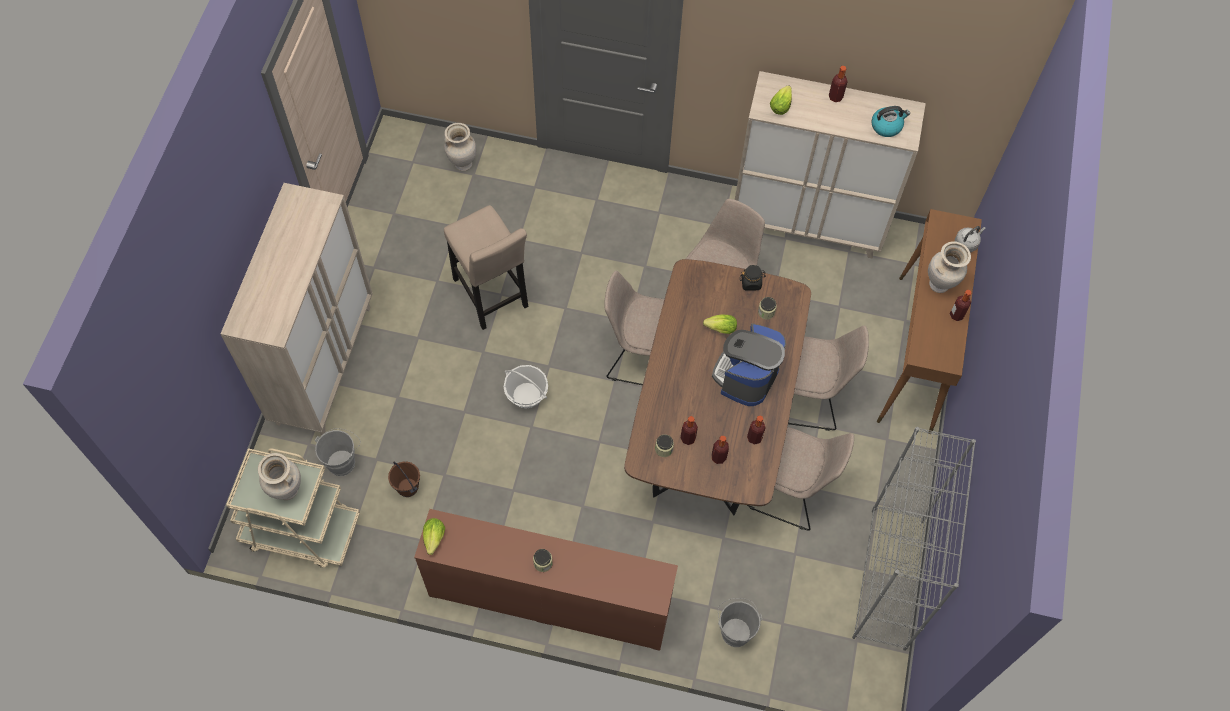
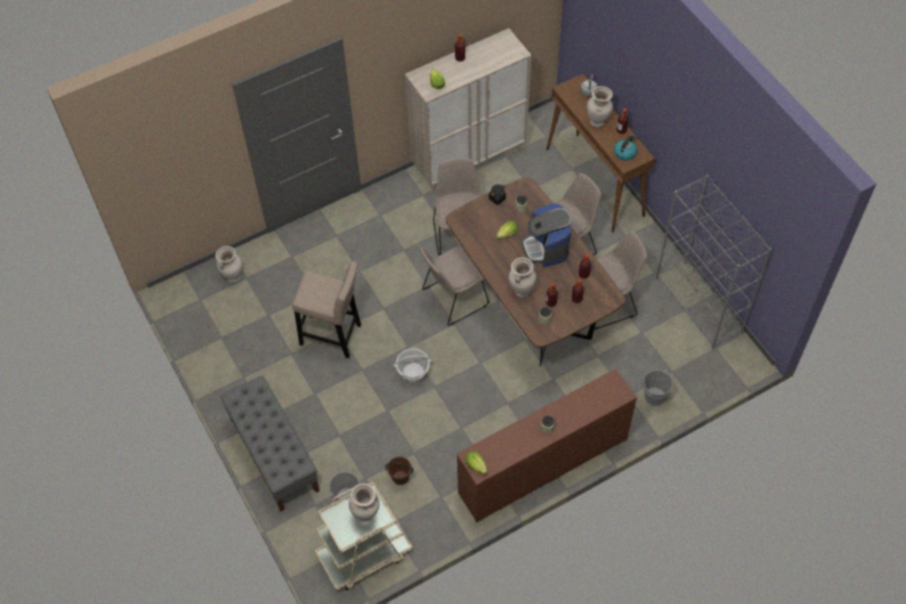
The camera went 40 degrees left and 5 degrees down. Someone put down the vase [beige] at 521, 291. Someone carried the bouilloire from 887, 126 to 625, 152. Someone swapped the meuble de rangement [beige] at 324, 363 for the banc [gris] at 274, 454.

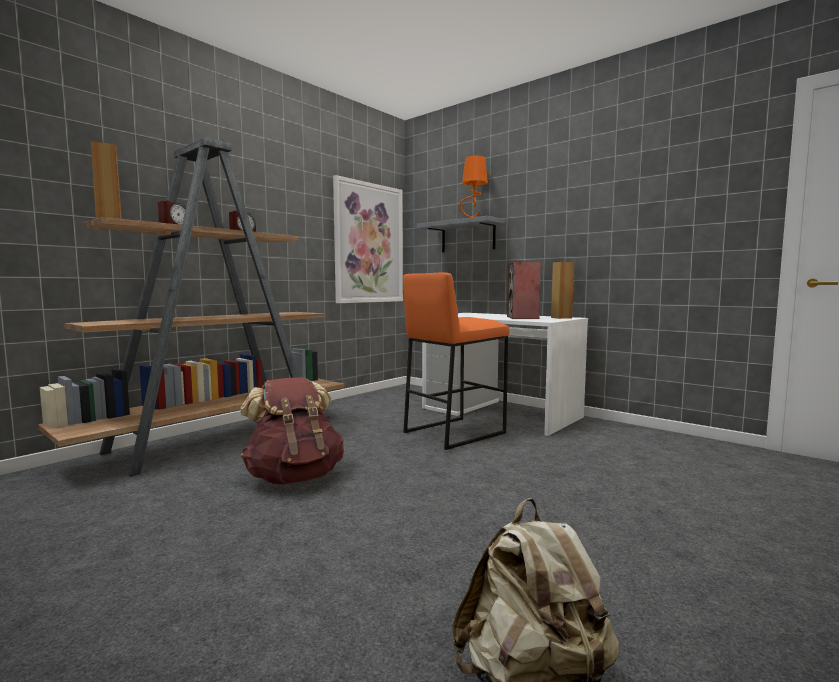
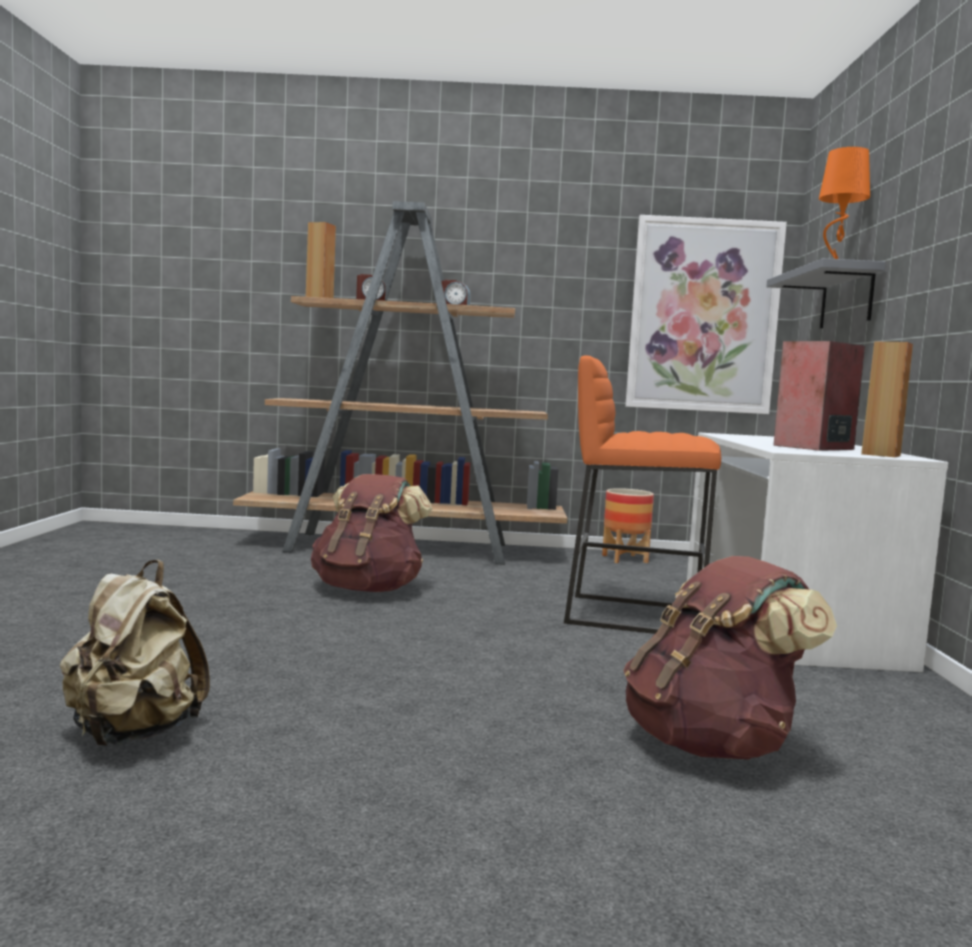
The camera went 50 degrees right and 0 degrees up. Someone put down the cache-pot at 625, 559. Someone put down the sac à dos [marron] at 712, 744.

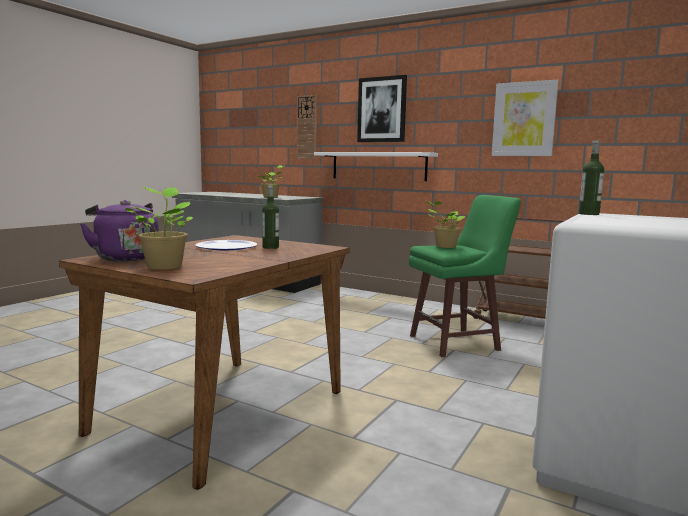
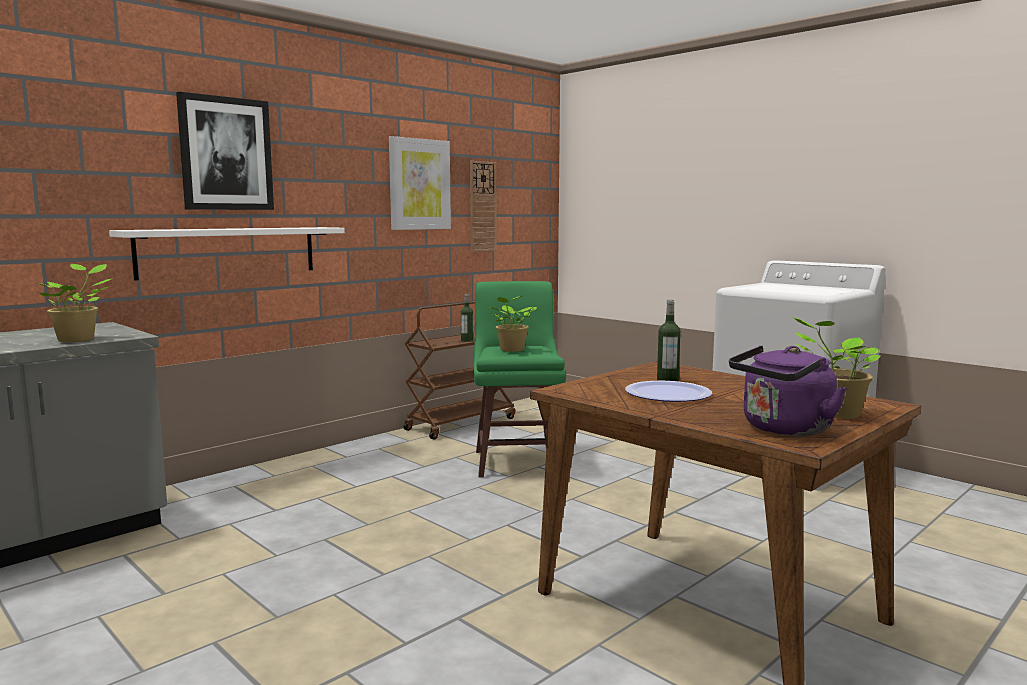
The camera went 75 degrees left and 0 degrees up. Someone carried the horloge murale from 307, 127 to 482, 206. Someone carried the bouteille from 589, 214 to 467, 340.

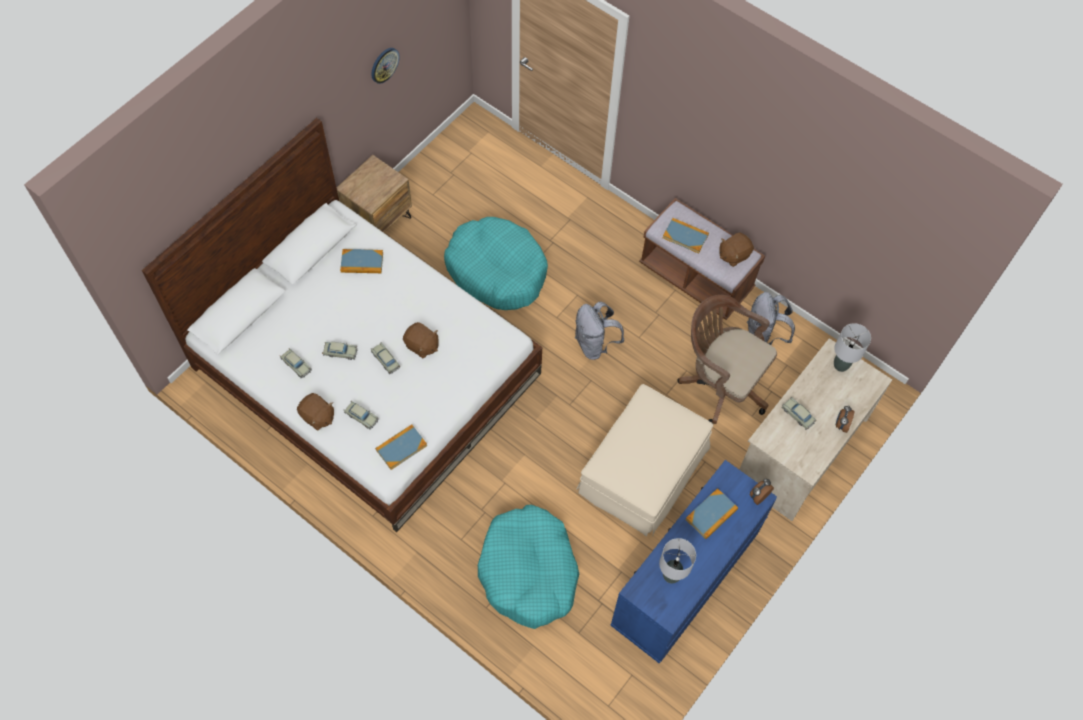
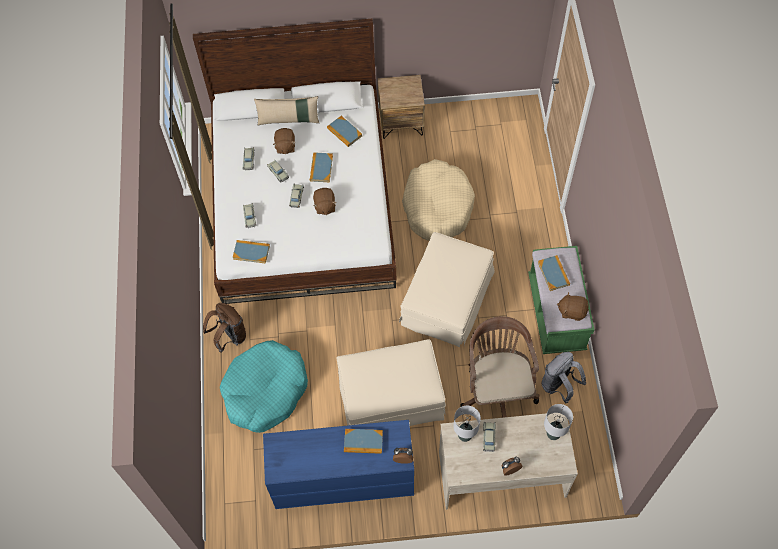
The camera went 50 degrees right and 0 degrees up. Someone took away the horloge murale at 384, 65. Someone put down the sac à dos [marron] at 229, 336. Someone put down the coussin [beige] at 289, 120. Someone put down the livre at 321, 168. Someone carried the peluche [marron] from 317, 417 to 285, 146. Someone carried the lampe de table [gris] from 671, 575 to 465, 435. Someone swapped the sac à dos [gris] at 595, 344 for the pouf [beige] at 446, 298. Someone repainted the panier pour chien [turquoise] at 496, 271, which became the panier pour chien [beige] at 437, 206. Someone repainted the banc [marron] at 696, 277, which became the banc [vert] at 556, 313.

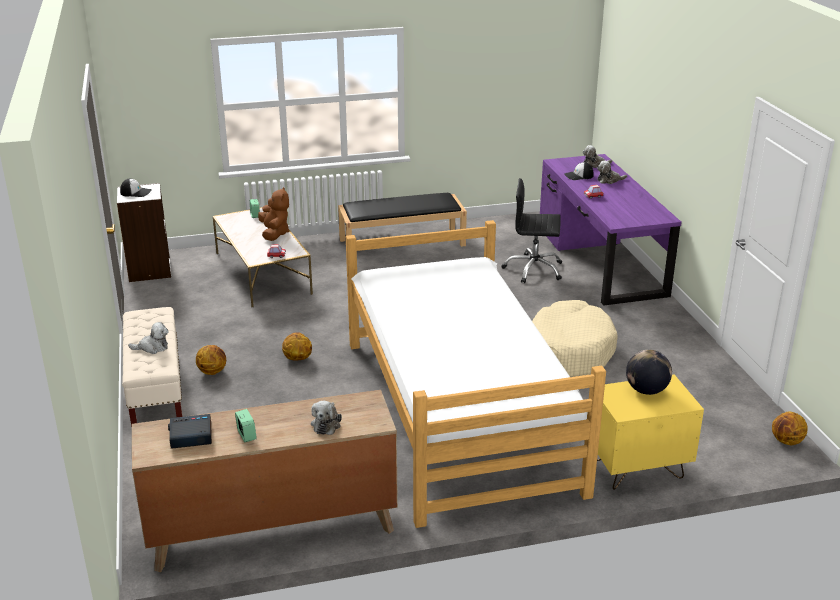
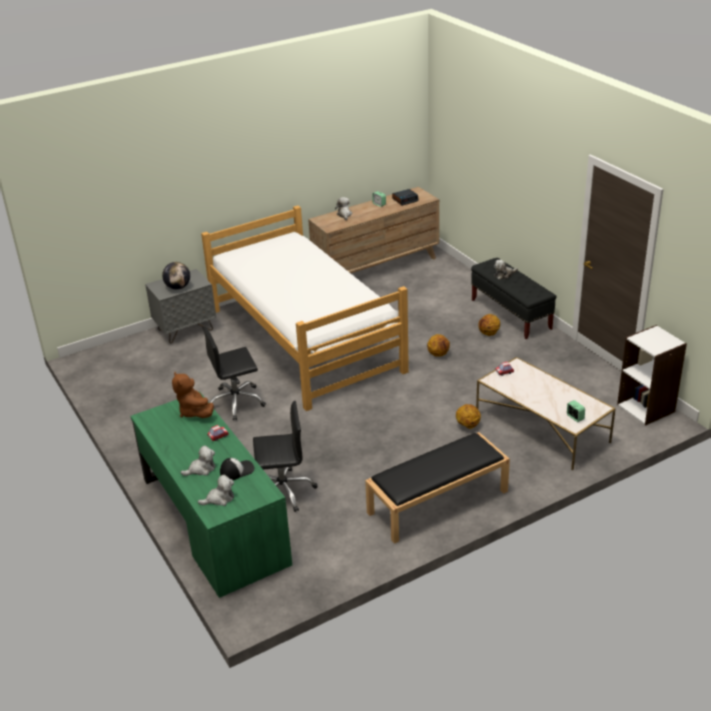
The camera went 165 degrees right and 5 degrees up. Someone took away the casquette at 136, 192. Someone carried the peluche [marron] from 274, 233 to 194, 412. Someone carried the ballon de basket from 786, 441 to 467, 425. Someone swapped the panier pour chien [beige] at 568, 351 for the chaise de bureau [noir] at 236, 402. Someone repainted the banc [beige] at 156, 391, which became the banc [noir] at 511, 314. Someone repainted the bureau [violet] at 600, 261, which became the bureau [vert] at 214, 521. Someone repainted the table de chevet [jaune] at 637, 469, which became the table de chevet [gris] at 186, 330.

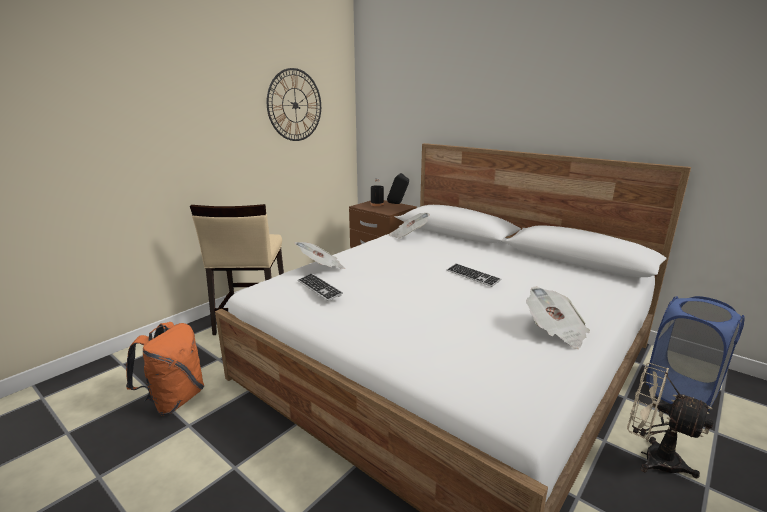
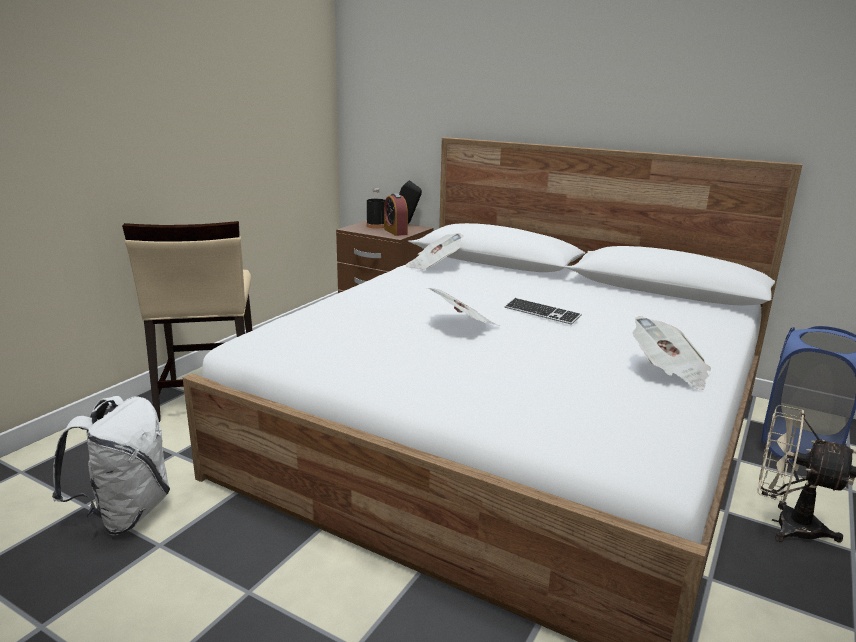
The camera went 10 degrees left and 0 degrees up. Someone took away the horloge murale at 295, 105. Someone took away the clavier at 319, 288. Someone put down the réveil at 395, 232. Someone carried the journal from 321, 267 to 462, 325. Someone repainted the sac à dos [orange] at 174, 400, which became the sac à dos [blanc] at 125, 514.

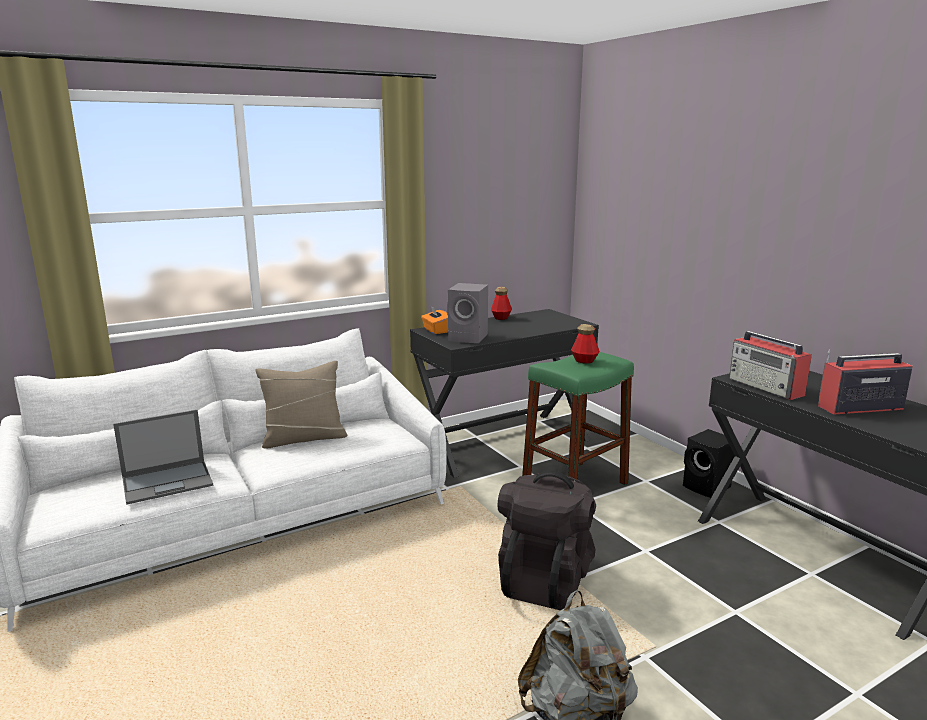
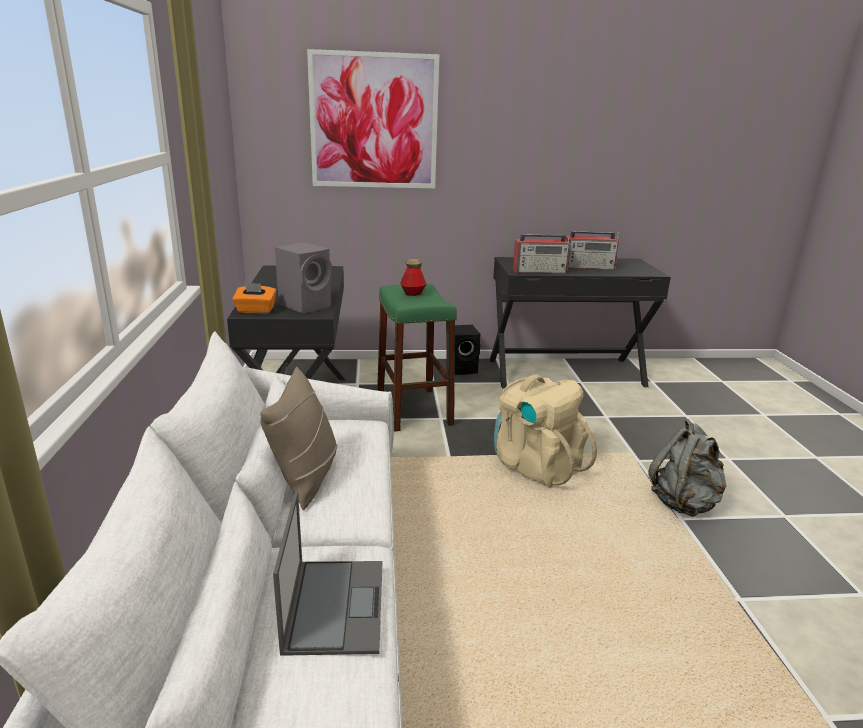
The camera went 65 degrees left and 5 degrees up. Someone took away the bouteille at 501, 318. Someone put up the tableau at 374, 122. Someone repainted the sac à dos [noir] at 544, 580, which became the sac à dos [beige] at 536, 466. Someone rotated the radio at 858, 407 by 105 degrees counterclockwise.

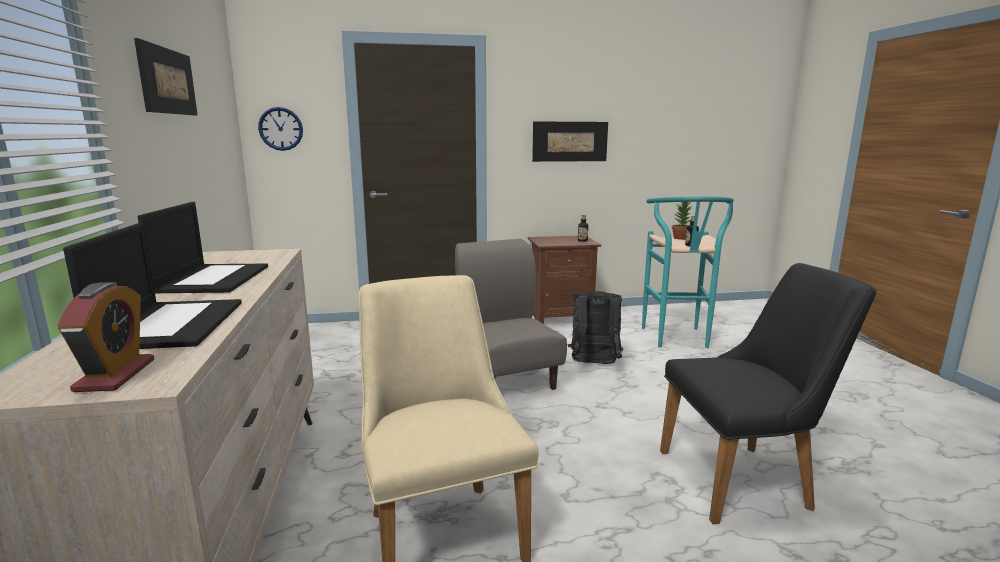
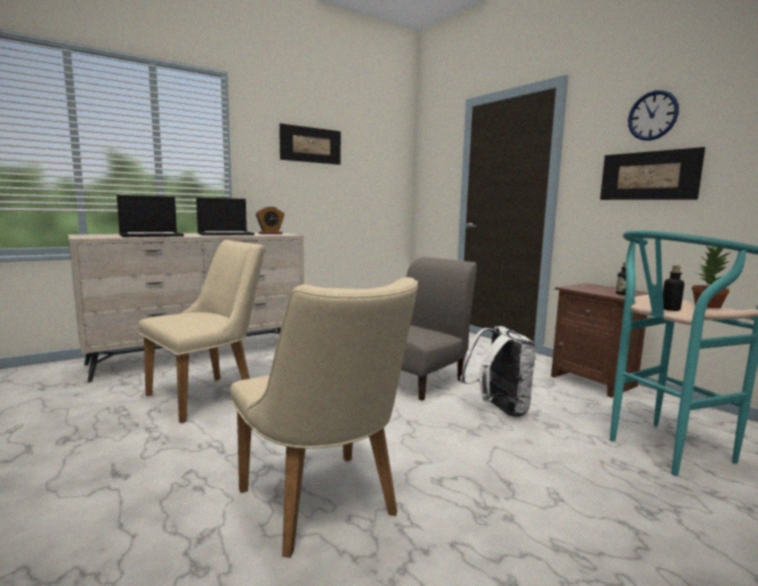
The camera went 65 degrees right and 5 degrees down. Someone carried the réveil from 115, 375 to 270, 233. Someone carried the horloge murale from 281, 129 to 652, 115. Someone repainted the sac à dos [noir] at 594, 364, which became the sac à dos [blanc] at 498, 409. Someone repainted the chaise [noir] at 746, 479, which became the chaise [beige] at 325, 509.

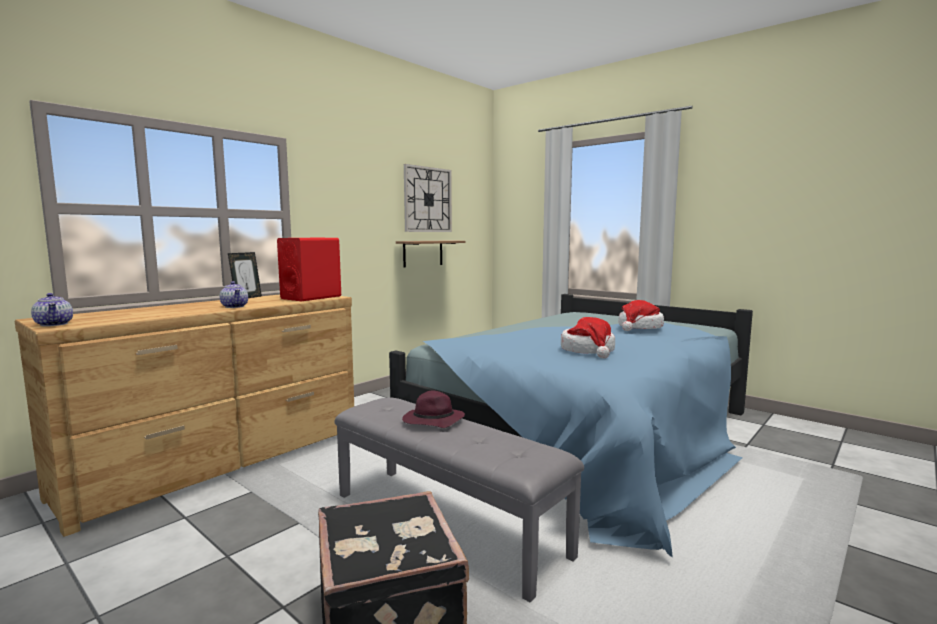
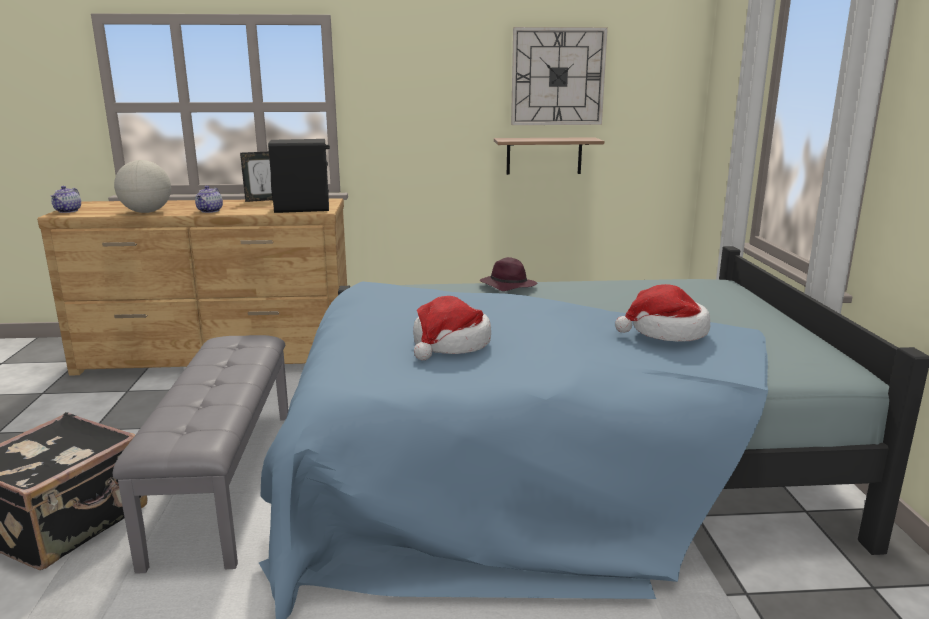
The camera went 45 degrees right and 10 degrees up. Someone put down the globe at 146, 212. Someone carried the chapeau [violet] from 432, 421 to 507, 286. Someone repainted the enceinte [rouge] at 311, 297, which became the enceinte [noir] at 302, 208.

